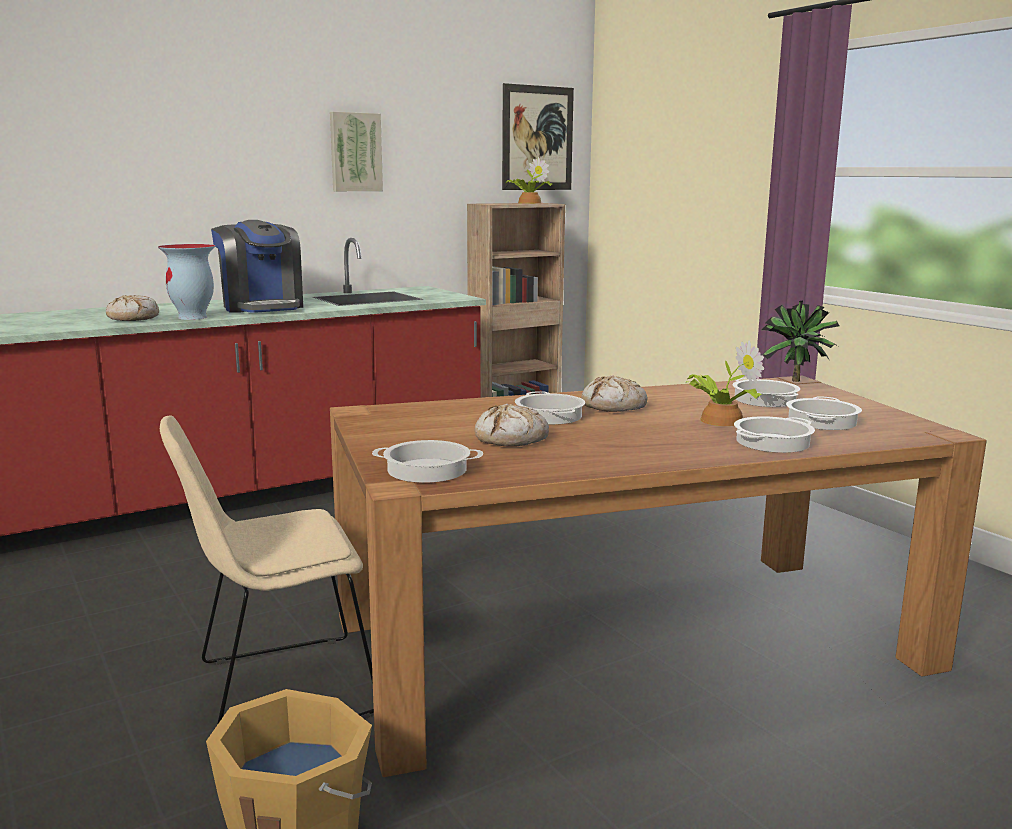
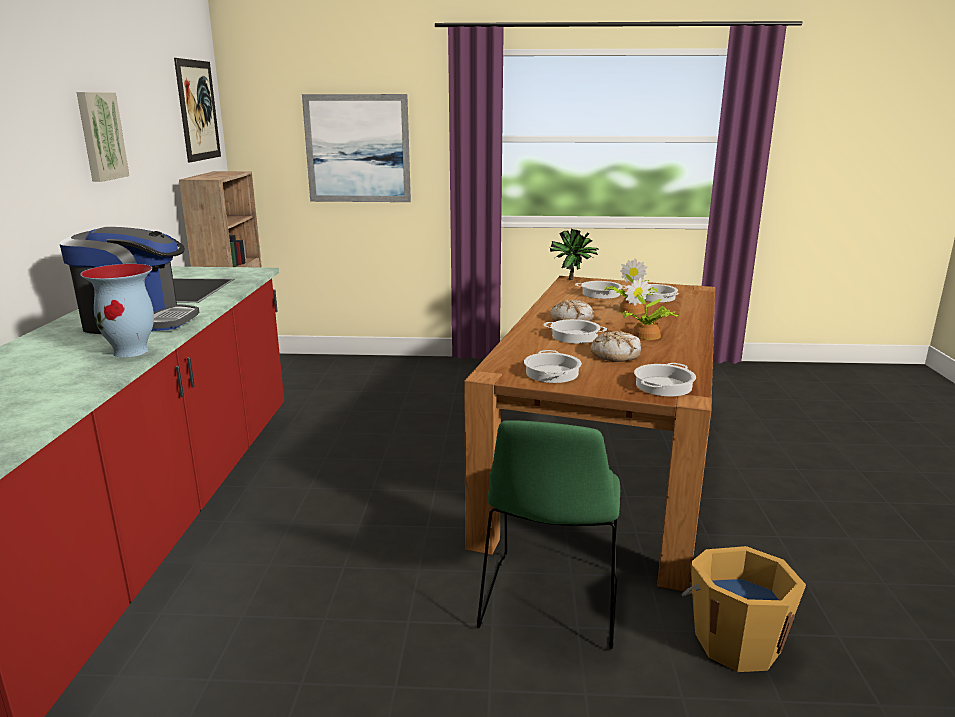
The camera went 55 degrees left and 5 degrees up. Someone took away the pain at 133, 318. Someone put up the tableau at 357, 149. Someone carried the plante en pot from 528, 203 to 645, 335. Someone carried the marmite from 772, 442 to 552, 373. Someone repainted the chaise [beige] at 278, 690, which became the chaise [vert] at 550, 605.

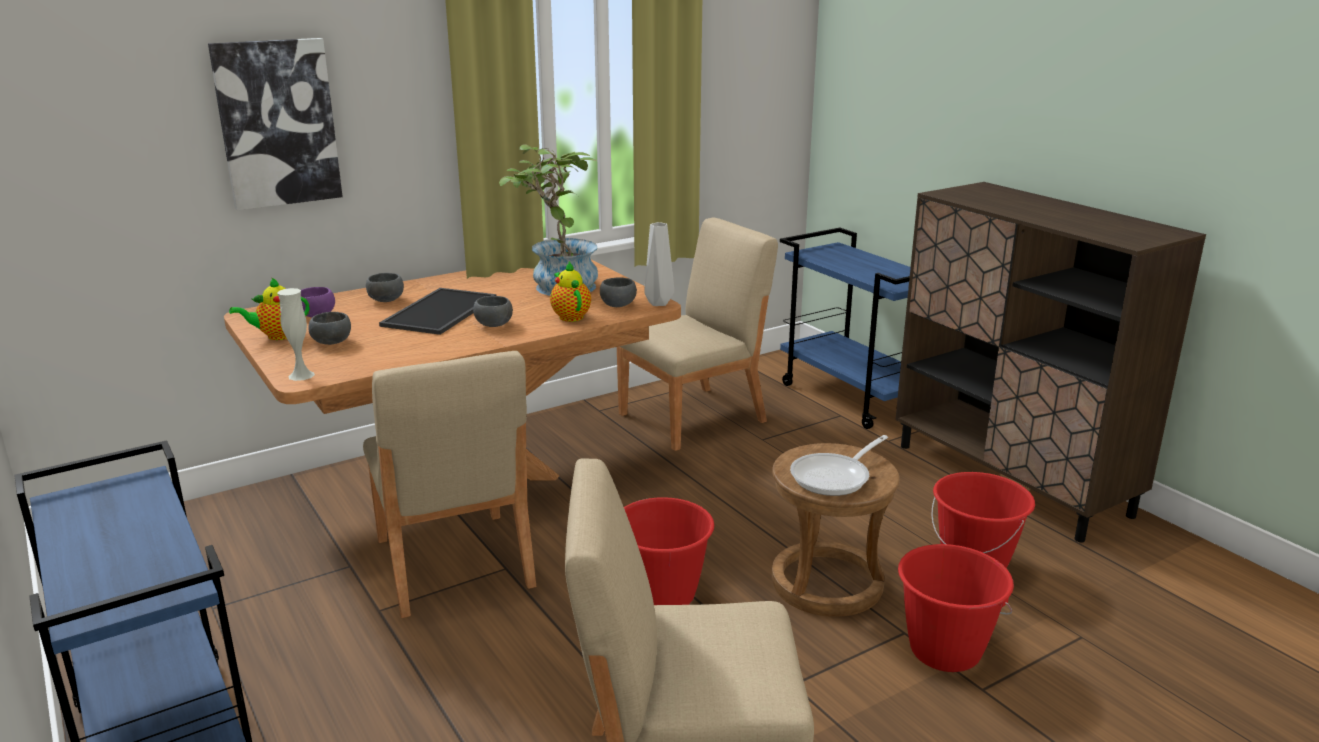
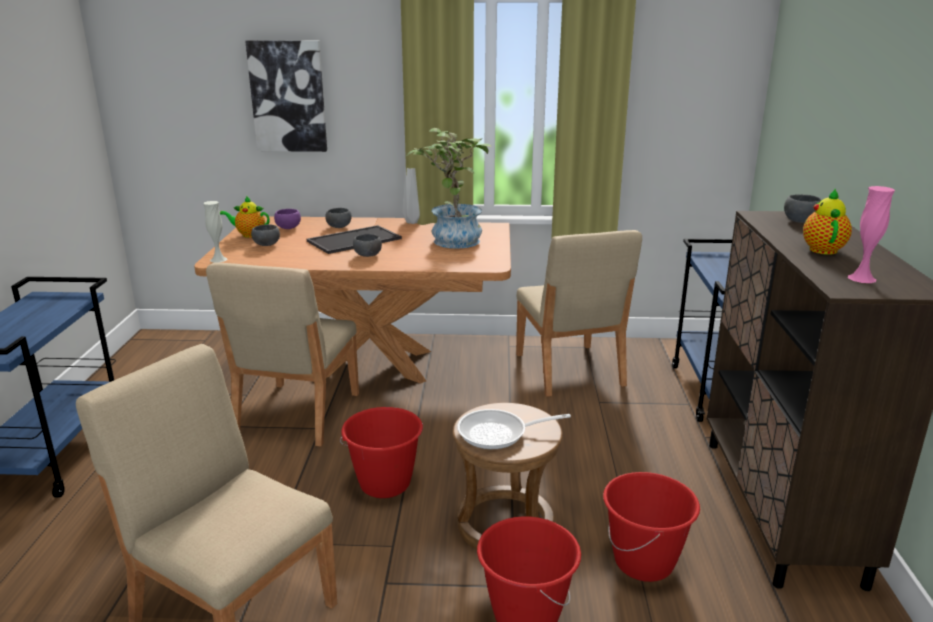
The camera went 35 degrees right and 0 degrees up. Someone put down the vase [rose] at 861, 278. Someone carried the théière from 570, 316 to 822, 249. Someone carried the bol [gris] from 618, 305 to 801, 221. Someone carried the vase [gris] from 659, 303 to 413, 222. Someone rotated the chaise [beige] at 694, 417 by 75 degrees clockwise.

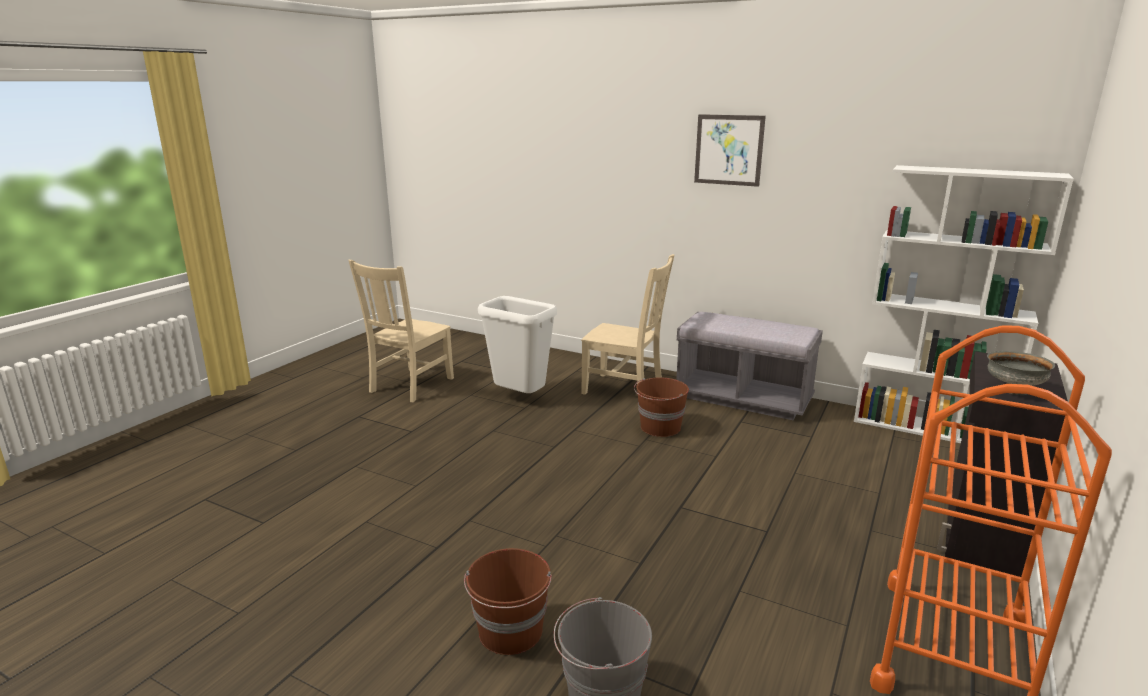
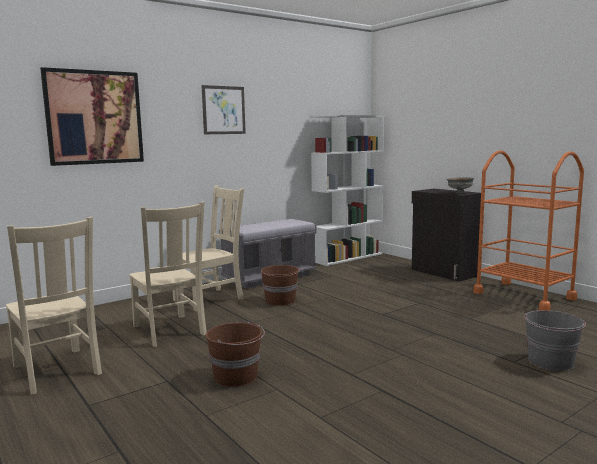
The camera went 65 degrees left and 10 degrees down. Someone put up the tableau at 94, 117. Someone carried the seau [marron] from 511, 632 to 236, 377. Someone swapped the poubelle [blanc] at 519, 398 for the chaise [beige] at 170, 331.

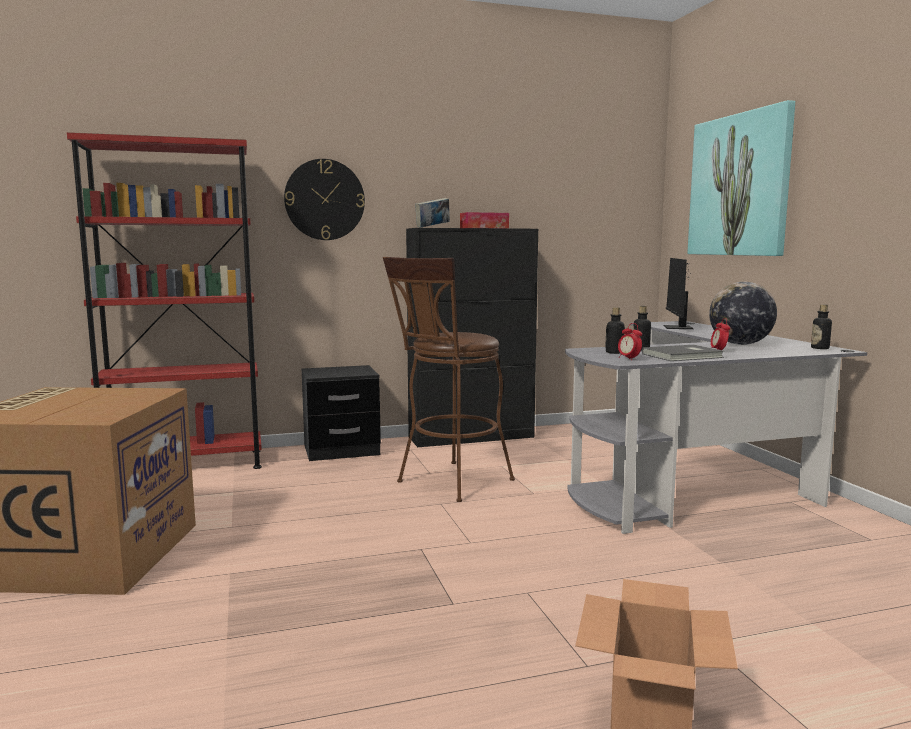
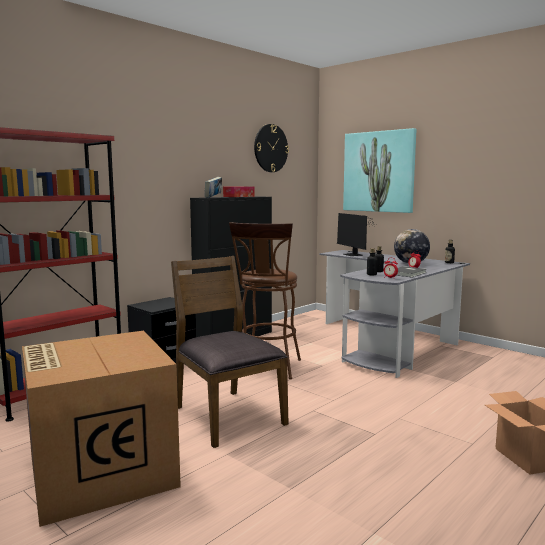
The camera went 30 degrees left and 0 degrees up. Someone put down the chaise [marron] at 227, 415. Someone carried the horloge murale from 324, 200 to 270, 148.

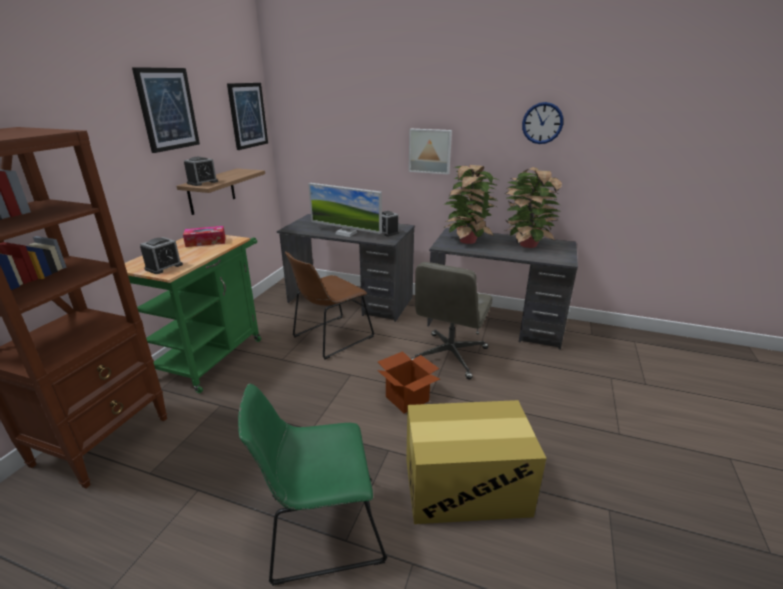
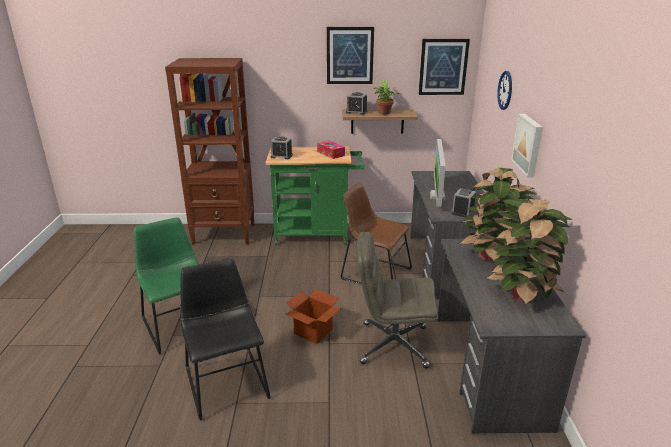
The camera went 70 degrees right and 0 degrees up. Someone put down the plante en pot at 384, 113. Someone carried the horloge murale from 542, 123 to 505, 90. Someone swapped the carton at 465, 486 for the chaise [noir] at 226, 379.

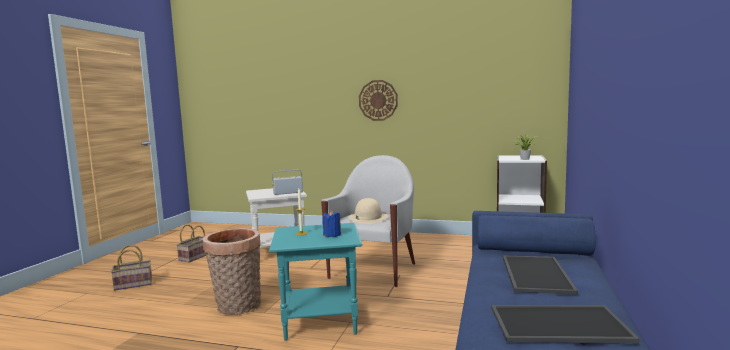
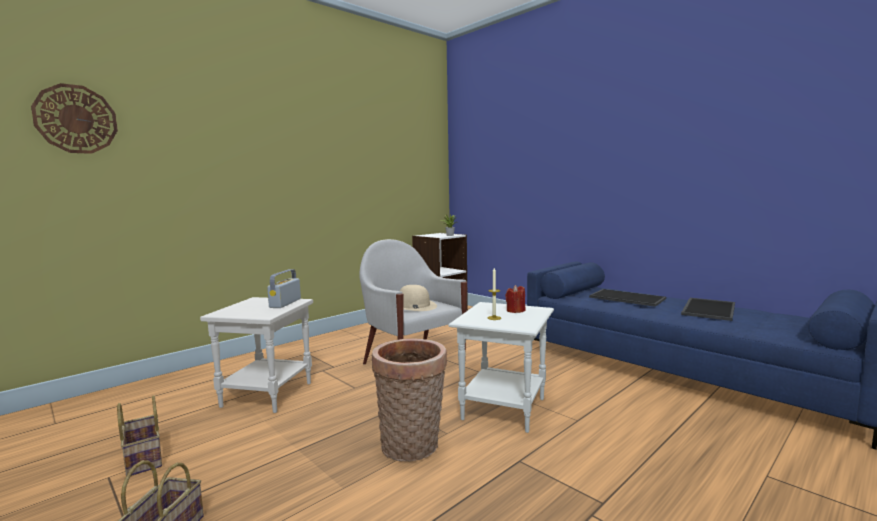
The camera went 60 degrees left and 0 degrees up. Someone carried the horloge murale from 378, 100 to 76, 119. Someone repainted the table d'appoint [turquoise] at 321, 322, which became the table d'appoint [blanc] at 504, 408. Someone repainted the bougie [bleu] at 332, 235, which became the bougie [rouge] at 515, 311.

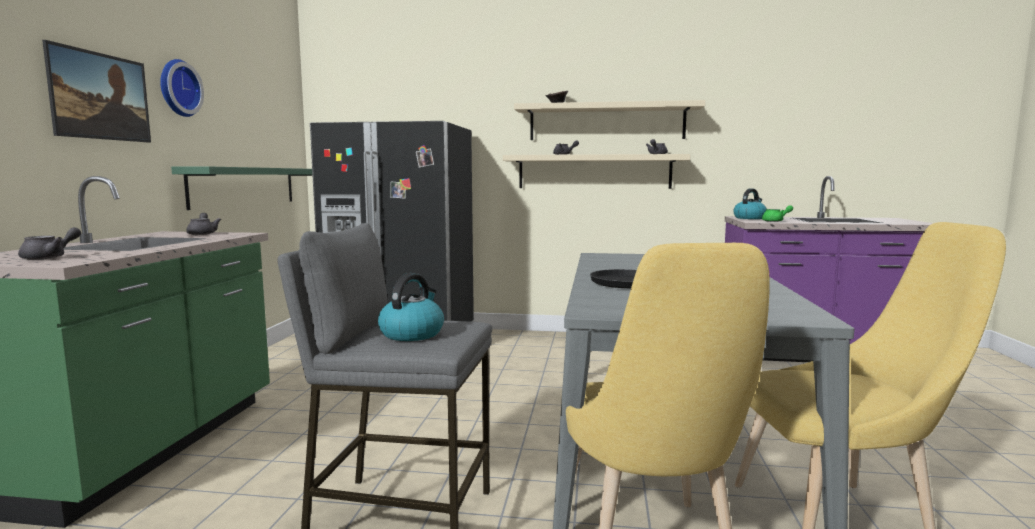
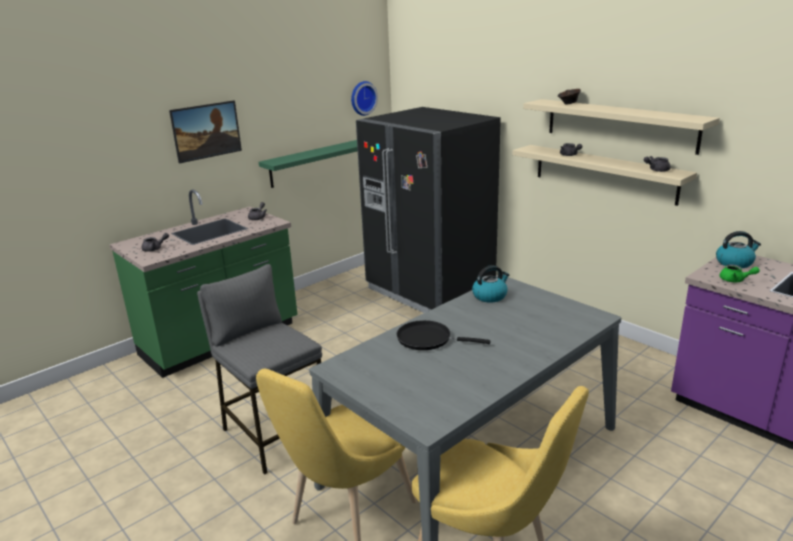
The camera went 40 degrees right and 15 degrees up. Someone carried the horloge murale from 177, 88 to 362, 98. Someone carried the bouilloire from 412, 333 to 490, 296.

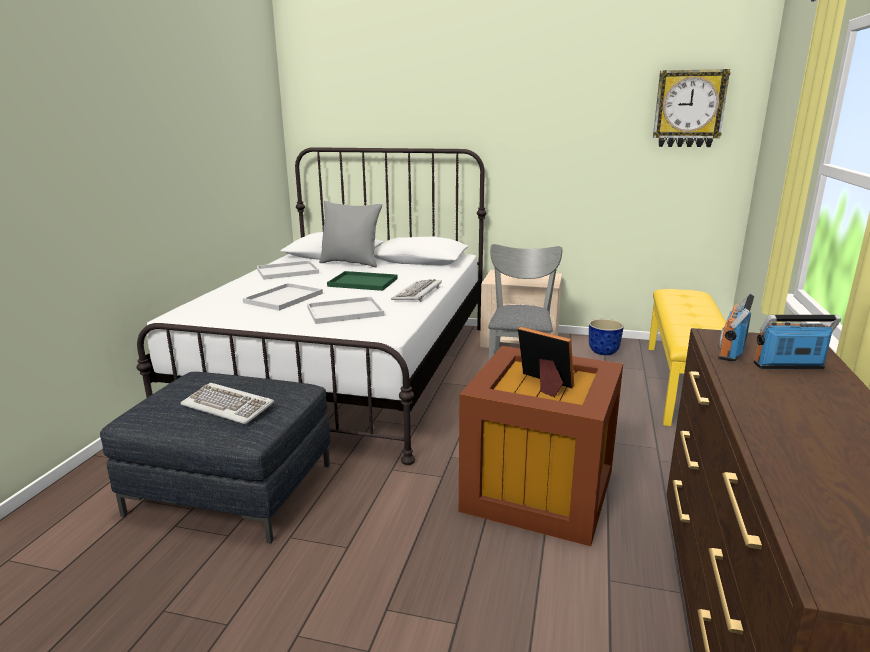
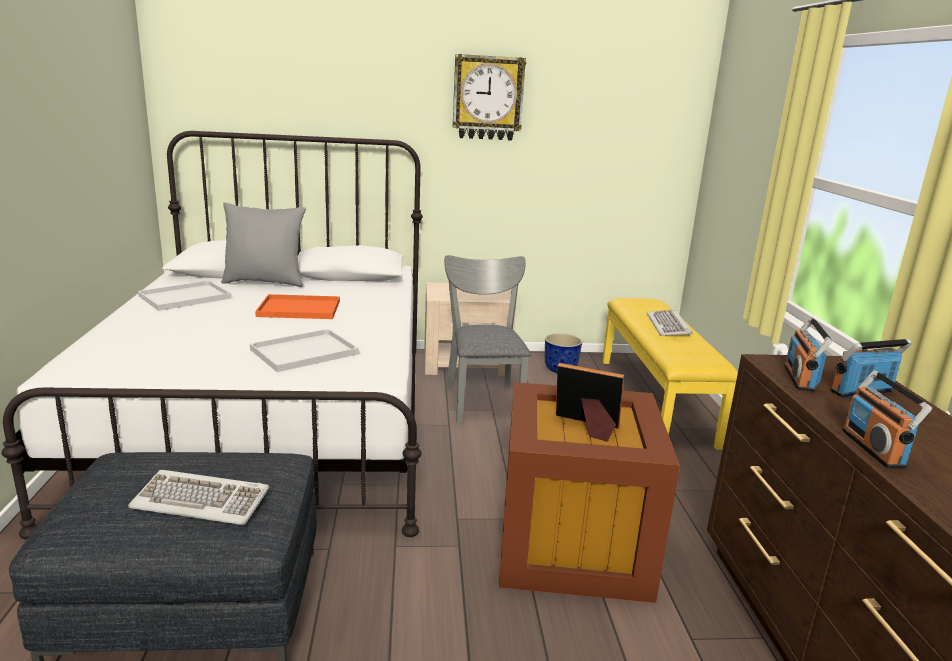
The camera went 20 degrees left and 0 degrees up. Someone took away the plateau [blanc] at 284, 297. Someone put down the radio at 873, 448. Someone carried the clavier from 418, 293 to 669, 326. Someone carried the horloge murale from 689, 109 to 488, 98. Someone repainted the plateau [vert] at 361, 282, which became the plateau [orange] at 297, 309.

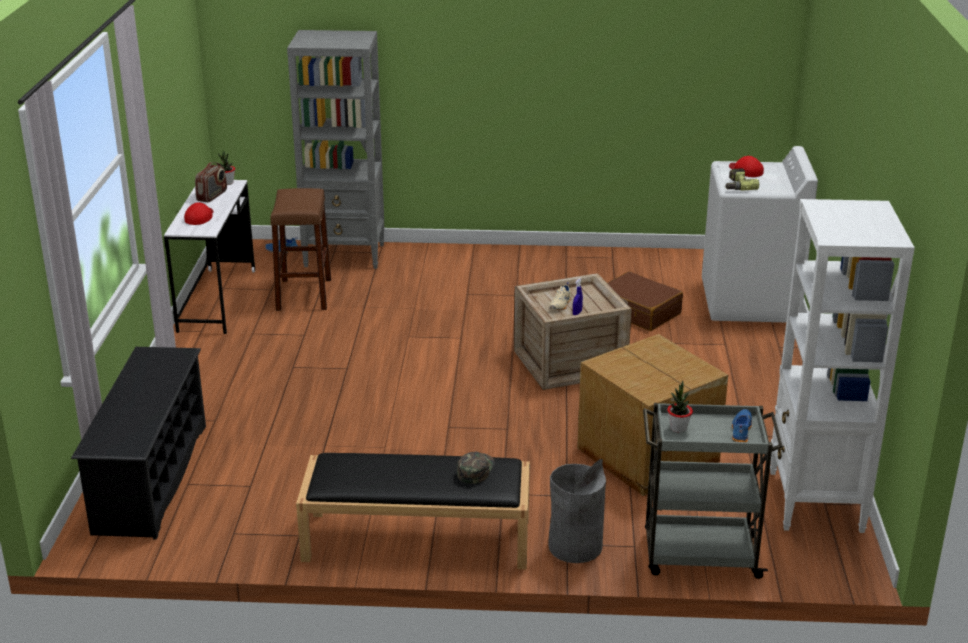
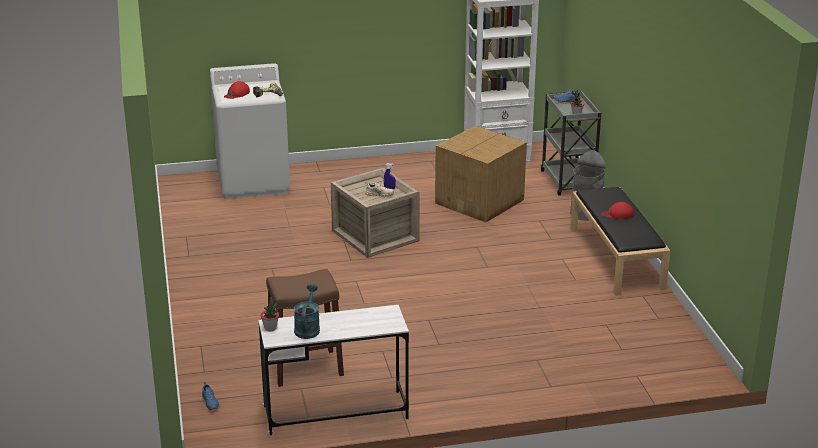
The camera went 105 degrees left and 0 degrees up. Someone took away the étagère à chaussures [noir] at 151, 478. Someone took away the bibliothèque [gris] at 345, 256. Someone took away the casquette [vert] at 475, 470. Someone took away the valise [marron] at 638, 312. Someone carried the casquette [rouge] from 200, 217 to 618, 214. Someone swapped the radio at 212, 196 for the arrosoir [turquoise] at 307, 328.

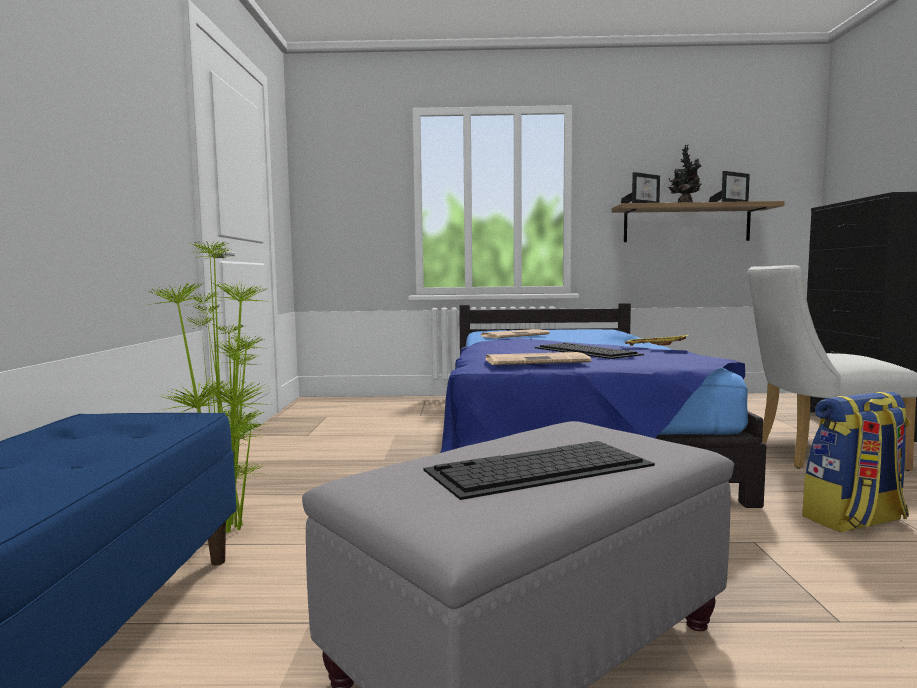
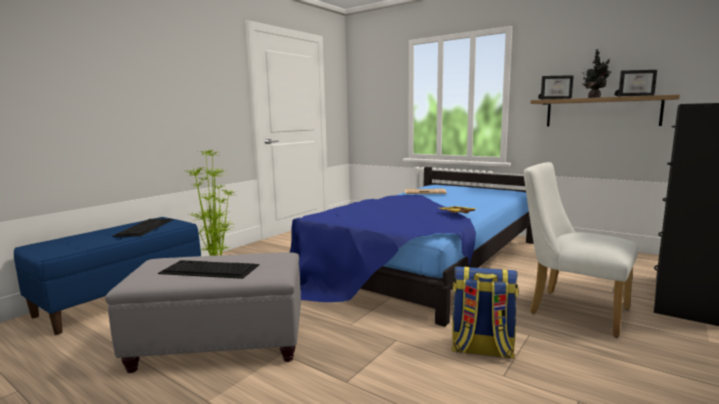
The camera went 35 degrees right and 5 degrees up. Someone took away the journal at 537, 361. Someone carried the clavier from 584, 351 to 144, 227.

